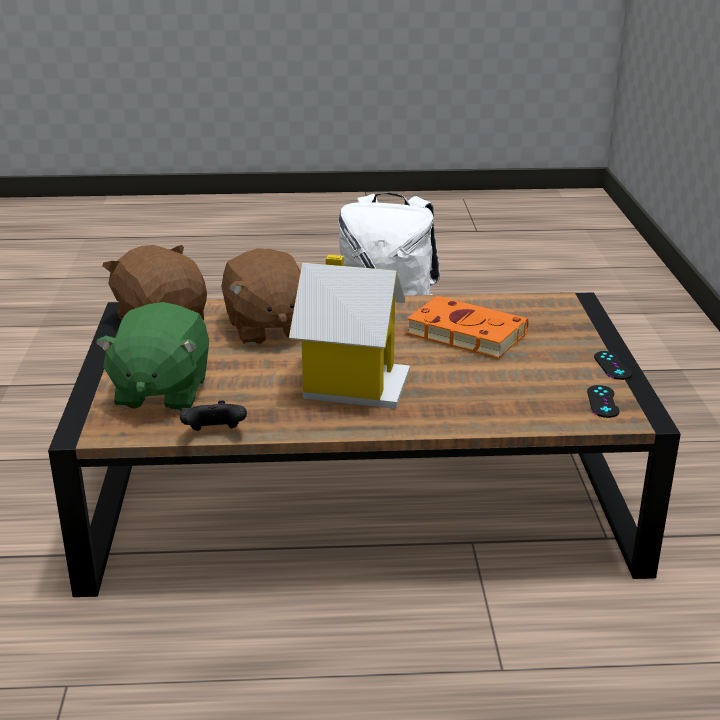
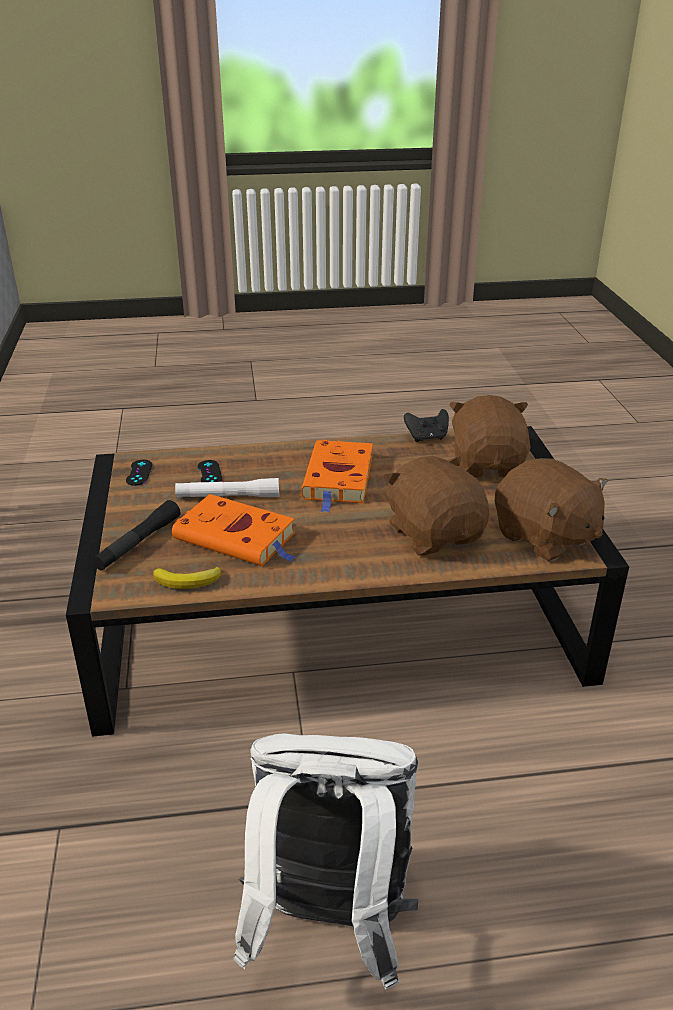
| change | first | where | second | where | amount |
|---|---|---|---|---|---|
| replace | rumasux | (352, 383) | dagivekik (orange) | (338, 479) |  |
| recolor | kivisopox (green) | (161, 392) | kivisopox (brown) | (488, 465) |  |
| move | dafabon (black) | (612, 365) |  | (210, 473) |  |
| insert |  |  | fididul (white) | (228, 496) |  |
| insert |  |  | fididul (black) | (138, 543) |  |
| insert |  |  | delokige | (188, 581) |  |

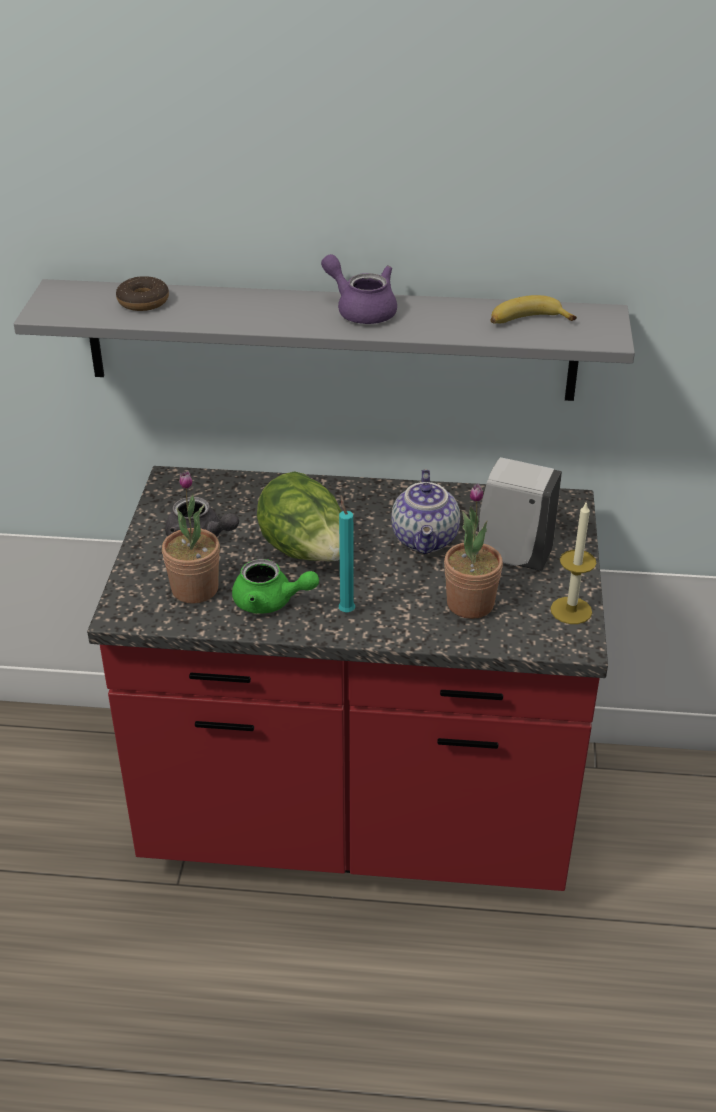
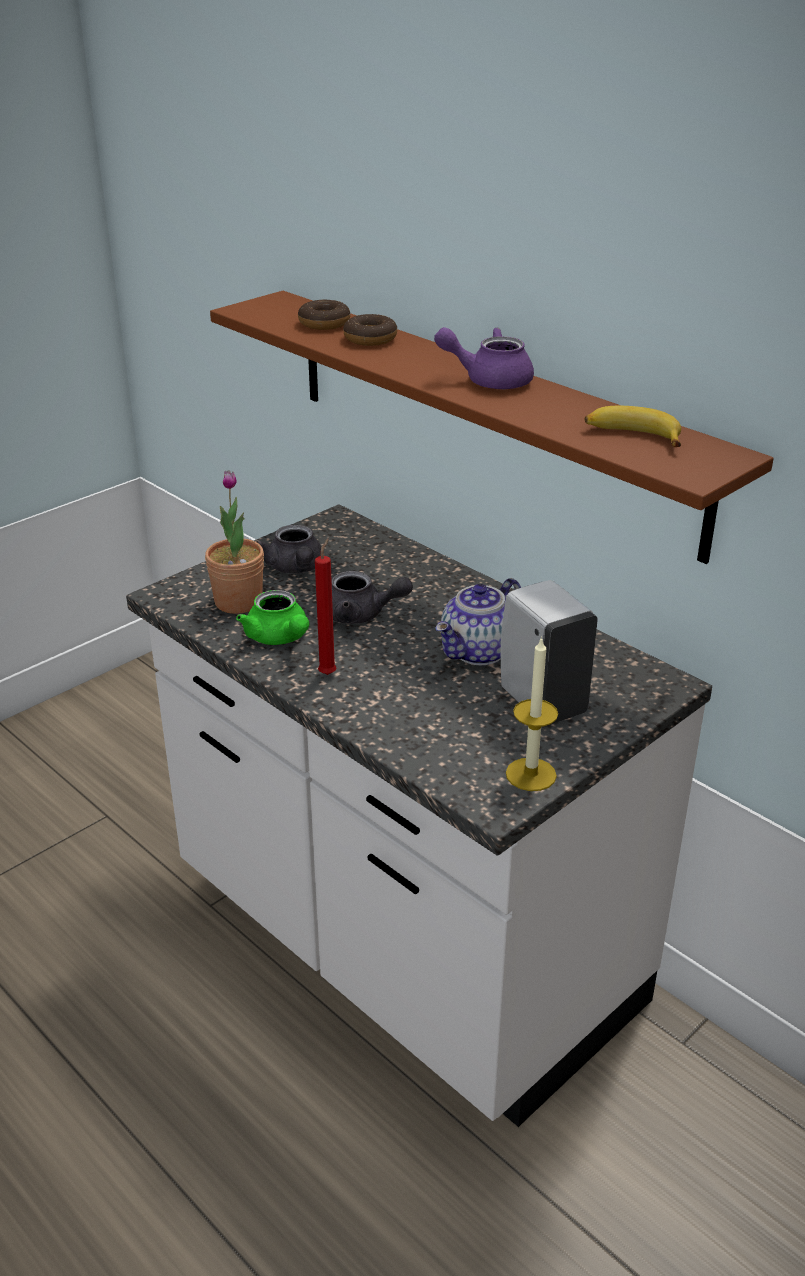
| change | first | where | second | where | amount |
|---|---|---|---|---|---|
| rotate | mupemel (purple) | (361, 310) |  | (489, 380) | 75 degrees counterclockwise |
| recolor | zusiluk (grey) | (330, 340) | zusiluk (brown) | (487, 416) |  |
| recolor | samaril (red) | (358, 819) | samaril (white) | (402, 945) |  |
| replace | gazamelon | (305, 552) | mupemel (grey) | (361, 615) |  |
| delete | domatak | (470, 604) |  |  |  |
| recolor | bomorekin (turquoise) | (346, 610) | bomorekin (red) | (329, 673) |  |
| insert |  |  | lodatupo | (370, 339) |  |

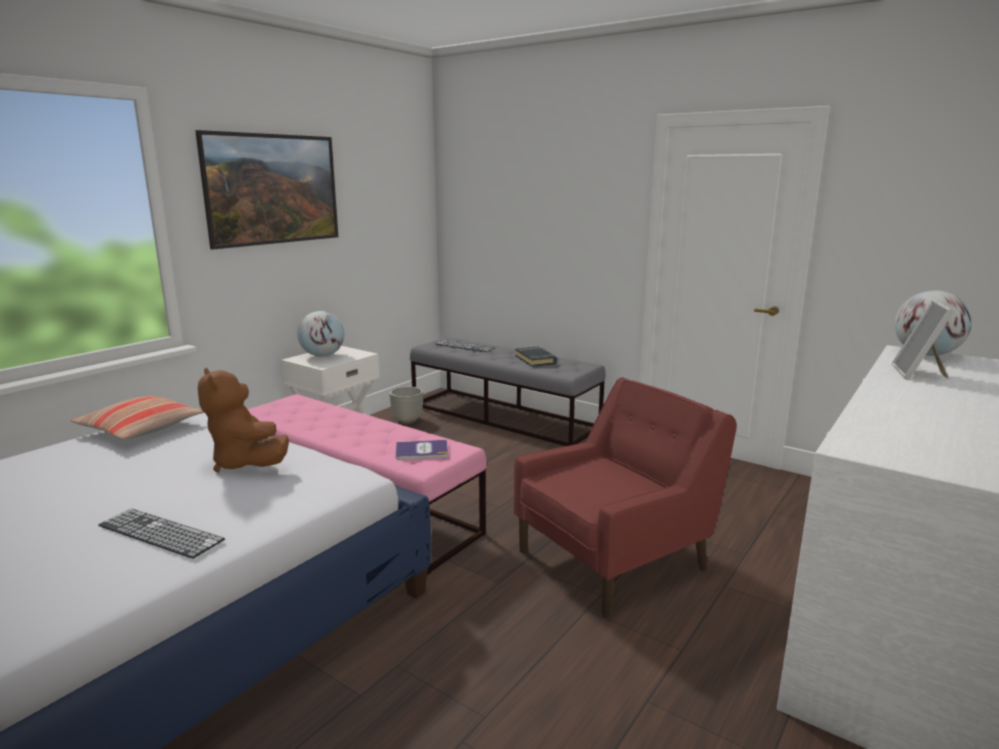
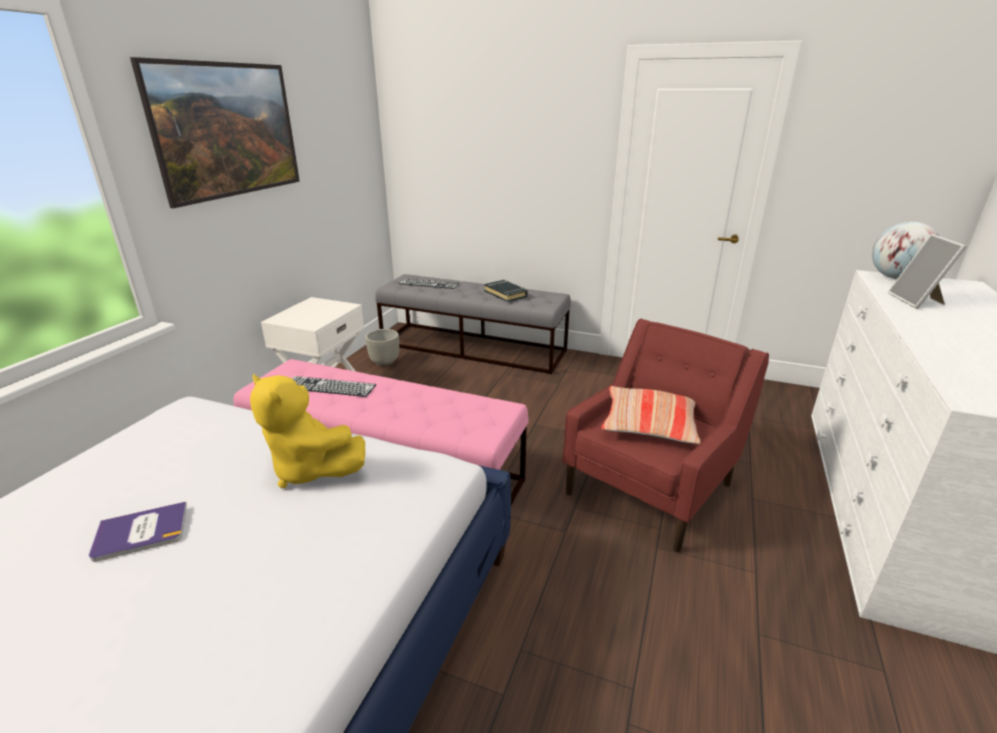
| change | first | where | second | where | amount |
|---|---|---|---|---|---|
| delete | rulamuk | (322, 356) |  |  |  |
| recolor | kivisopox (brown) | (247, 463) | kivisopox (yellow) | (311, 469) |  |
| move | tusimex | (141, 429) |  | (649, 424) |  |
| move | dagivekik | (421, 451) |  | (141, 532) |  |
| move | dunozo | (160, 533) |  | (329, 387) |  |

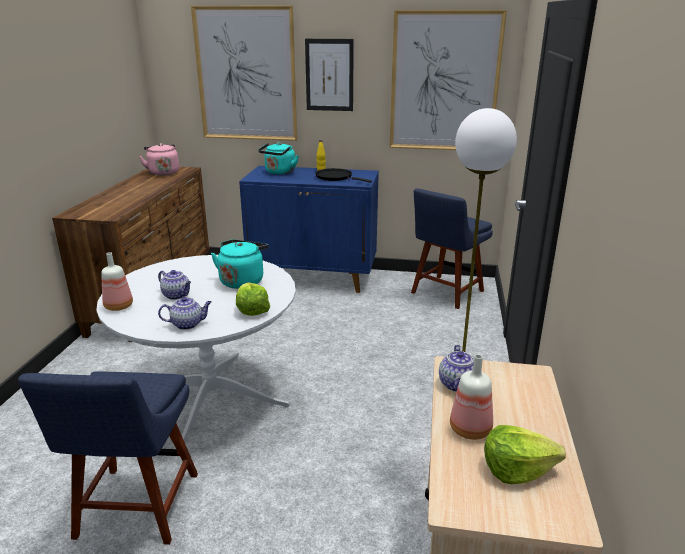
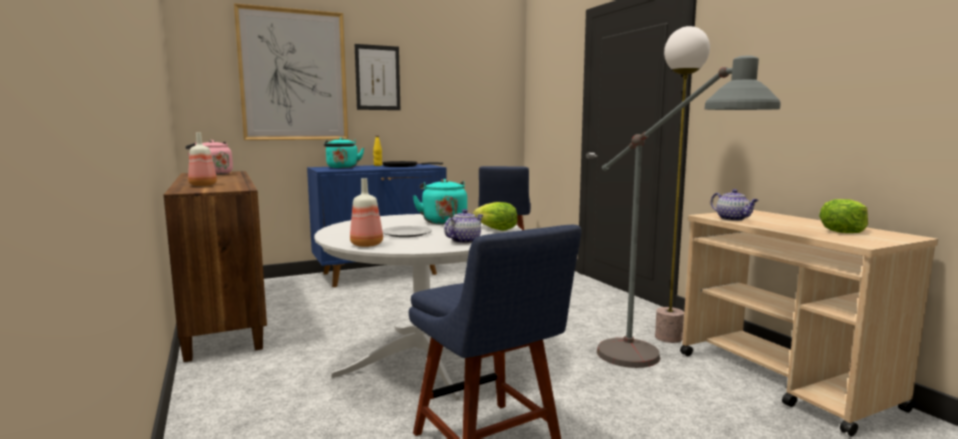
| change | first | where | second | where | amount |
|---|---|---|---|---|---|
| delete | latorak | (444, 82) |  |  |  |
| replace | mupemel | (177, 295) | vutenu | (407, 233) |  |
| move | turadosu | (471, 430) |  | (204, 185) |  |
| insert |  |  | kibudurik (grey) | (659, 372) |  |

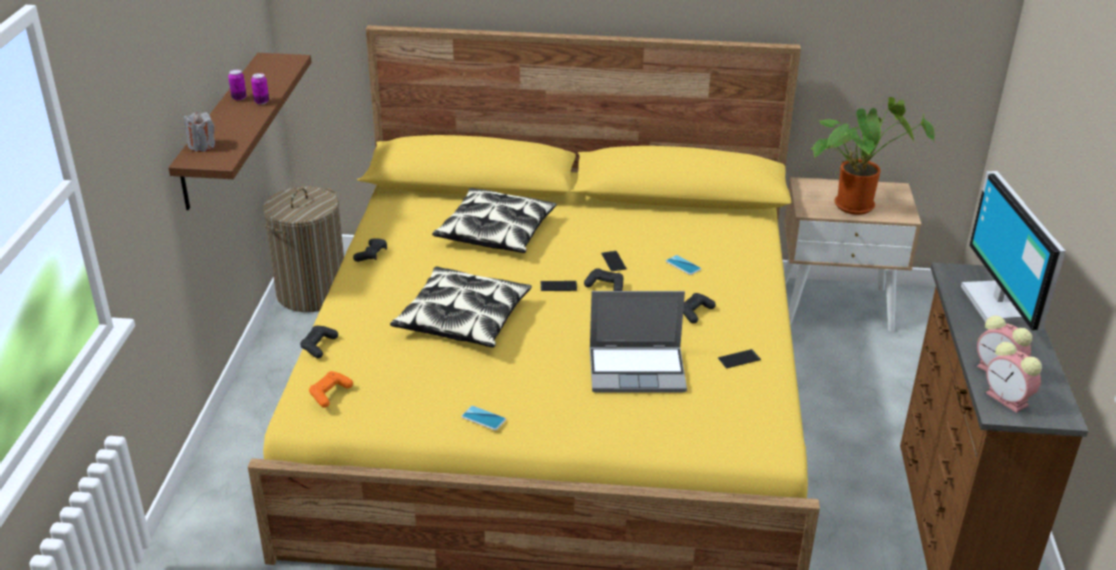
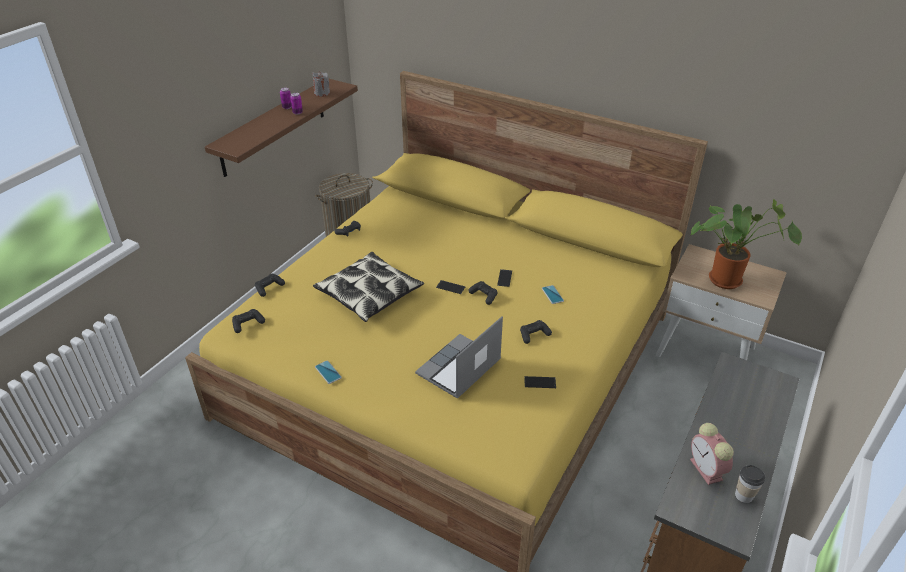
| change | first | where | second | where | amount |
|---|---|---|---|---|---|
| move | bomorekin (grey) | (202, 146) |  | (322, 93) |  |
| delete | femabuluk | (1000, 303) |  |  |  |
| delete | tusimex | (496, 232) |  |  |  |
| rotate | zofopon | (638, 370) |  | (459, 368) | 105 degrees clockwise |
| delete | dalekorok | (1008, 400) |  |  |  |
| recolor | dafabon (orange) | (330, 393) | dafabon (black) | (248, 324) |  |
| insert |  |  | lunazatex | (744, 495) |  |

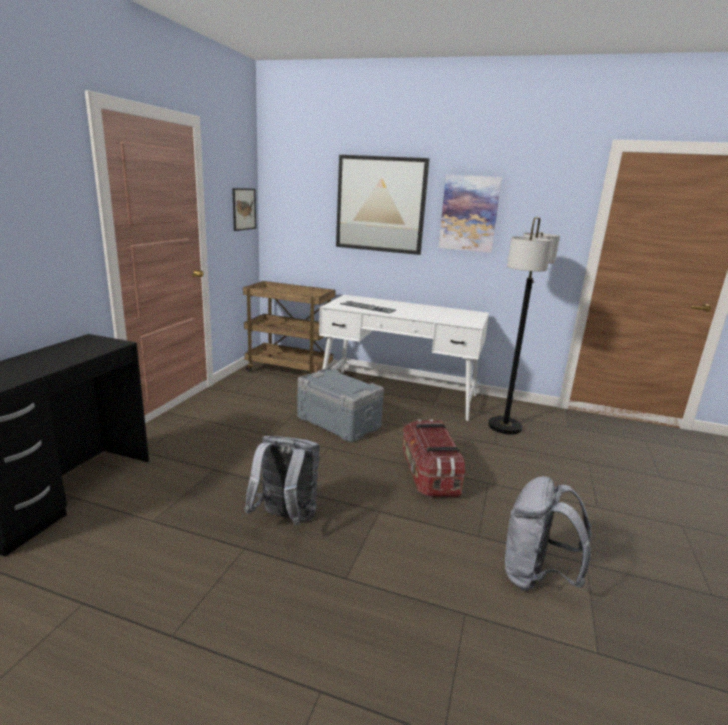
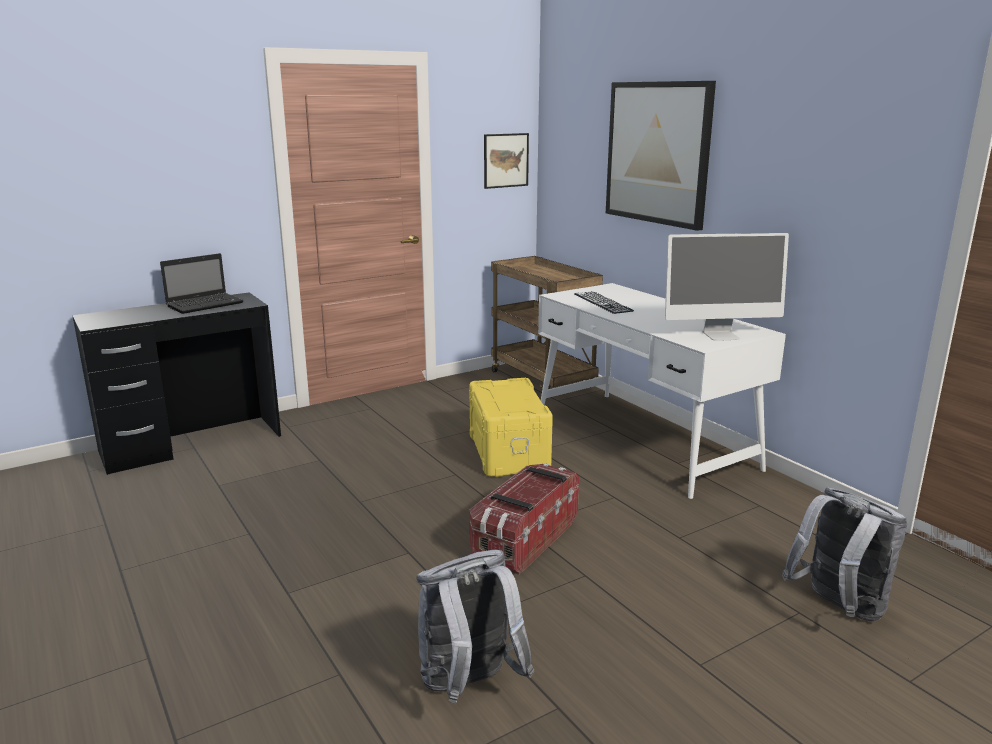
| change | first | where | second | where | amount |
|---|---|---|---|---|---|
| delete | latorak | (469, 213) |  |  |  |
| delete | kibudurik | (505, 426) |  |  |  |
| recolor | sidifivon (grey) | (339, 422) | sidifivon (yellow) | (509, 452) |  |
| move | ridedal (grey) | (285, 519) |  | (837, 609) |  |
| insert |  |  | femabuluk | (720, 335) |  |
| insert |  |  | zofopon | (206, 304) |  |

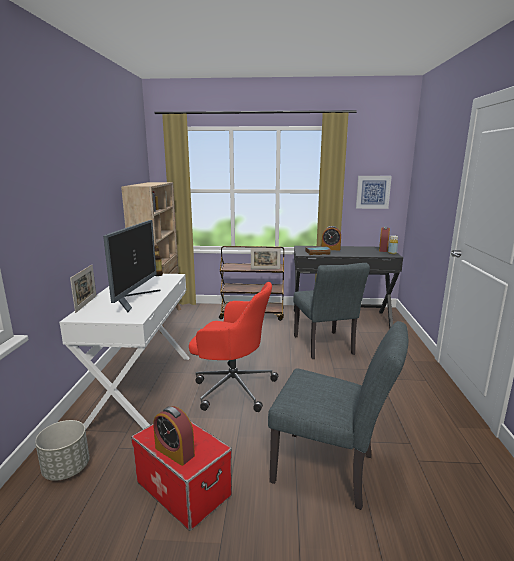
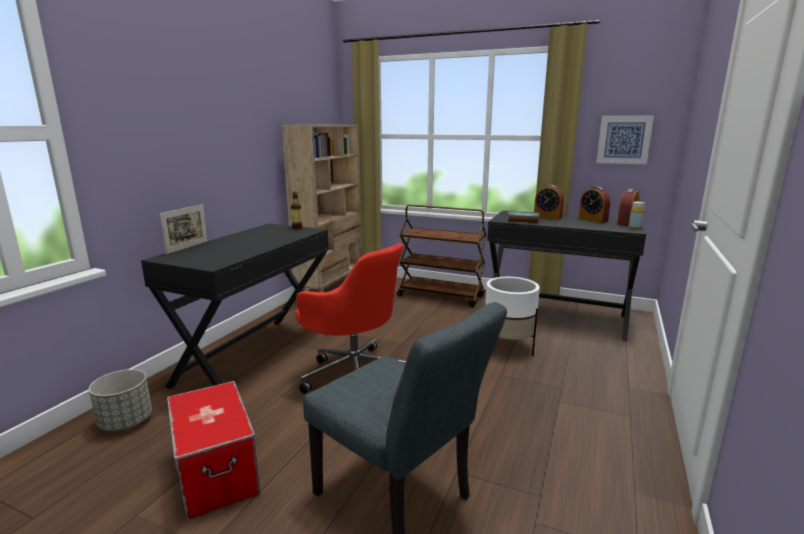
| change | first | where | second | where | amount |
|---|---|---|---|---|---|
| delete | femabuluk | (134, 299) |  |  |  |
| delete | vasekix | (265, 269) |  |  |  |
| replace | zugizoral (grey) | (325, 347) | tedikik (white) | (508, 348) |  |
| recolor | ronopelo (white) | (141, 388) | ronopelo (black) | (256, 357) |  |
| move | dalekorok | (174, 452) |  | (593, 220) |  |

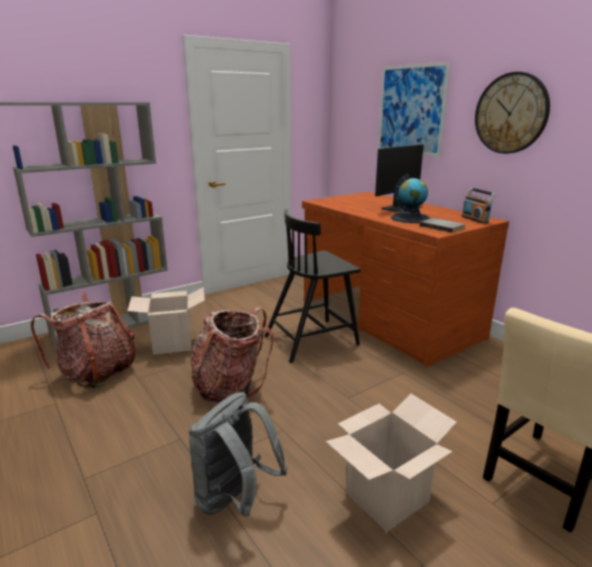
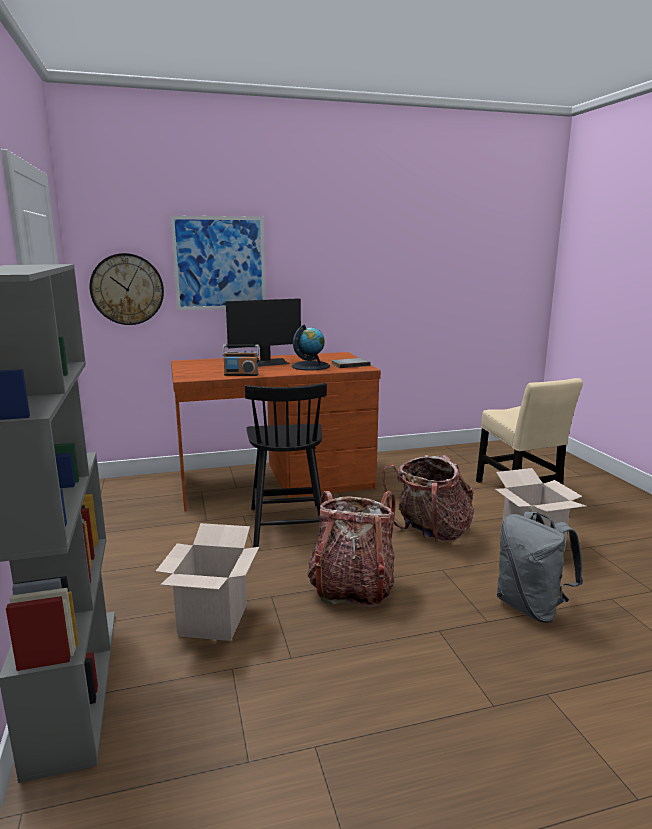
| change | first | where | second | where | amount |
|---|---|---|---|---|---|
| move | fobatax | (511, 113) |  | (127, 289) |  |
| rotate | femabuluk | (401, 208) |  | (267, 363) | 90 degrees clockwise |
| move | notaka | (475, 219) |  | (241, 374) |  |
| move | ridedal | (96, 372) |  | (430, 532) |  |

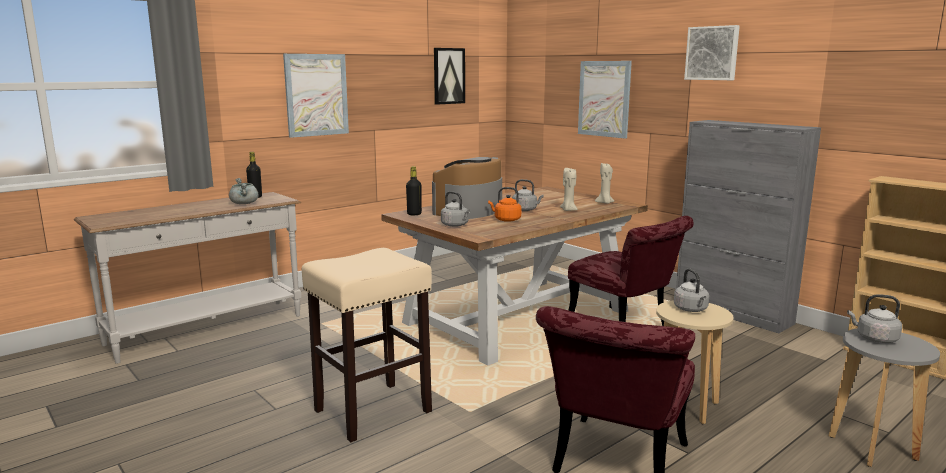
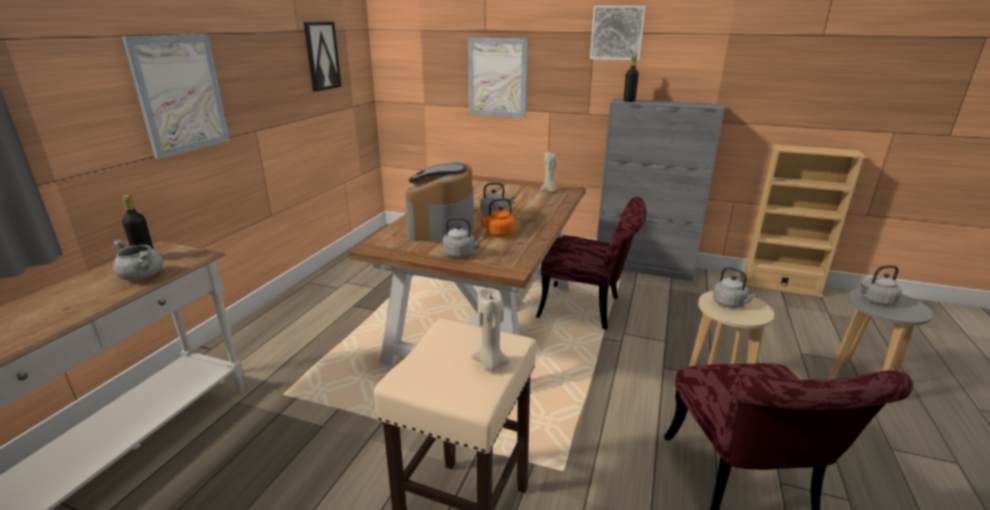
| change | first | where | second | where | amount |
|---|---|---|---|---|---|
| move | turadosu (black) | (414, 214) |  | (629, 101) |  |
| move | bomorekin (beige) | (568, 210) |  | (490, 364) |  |

